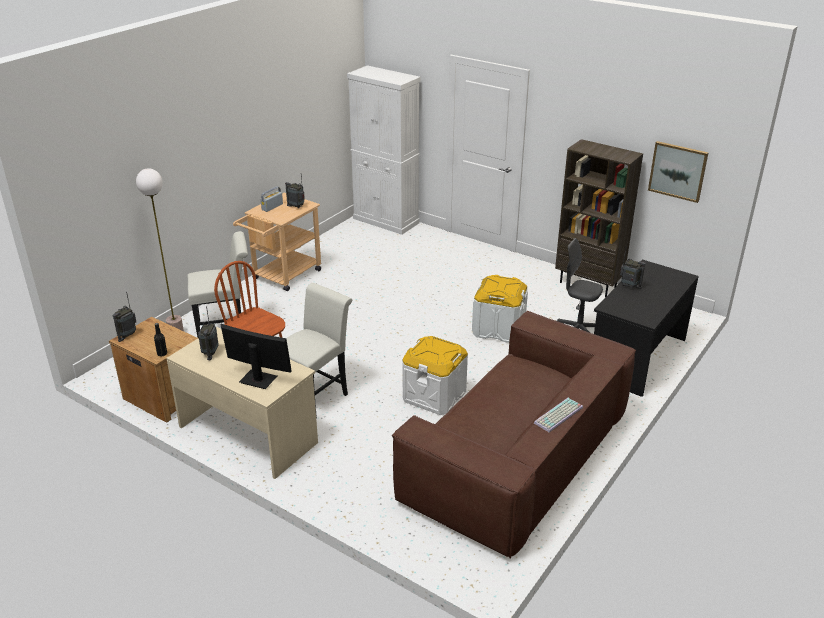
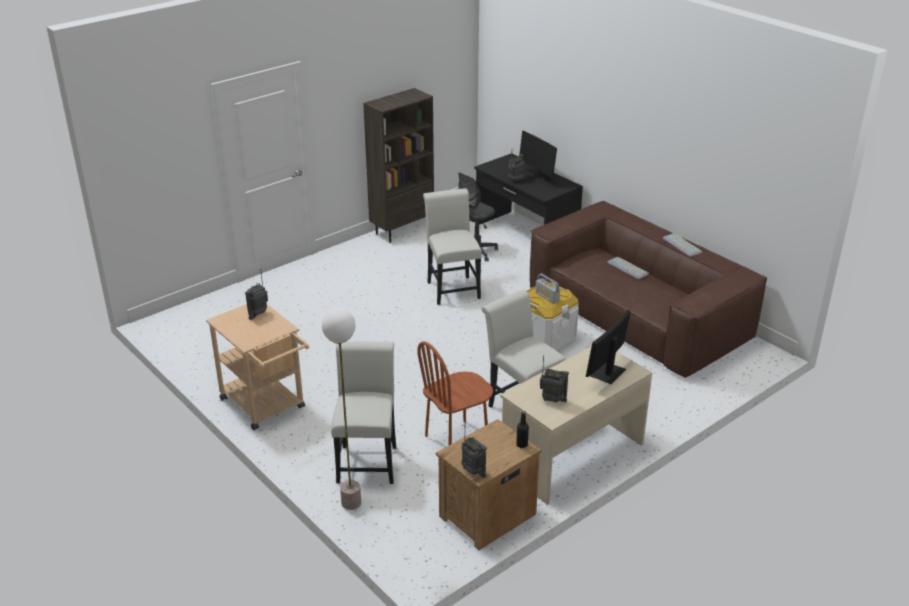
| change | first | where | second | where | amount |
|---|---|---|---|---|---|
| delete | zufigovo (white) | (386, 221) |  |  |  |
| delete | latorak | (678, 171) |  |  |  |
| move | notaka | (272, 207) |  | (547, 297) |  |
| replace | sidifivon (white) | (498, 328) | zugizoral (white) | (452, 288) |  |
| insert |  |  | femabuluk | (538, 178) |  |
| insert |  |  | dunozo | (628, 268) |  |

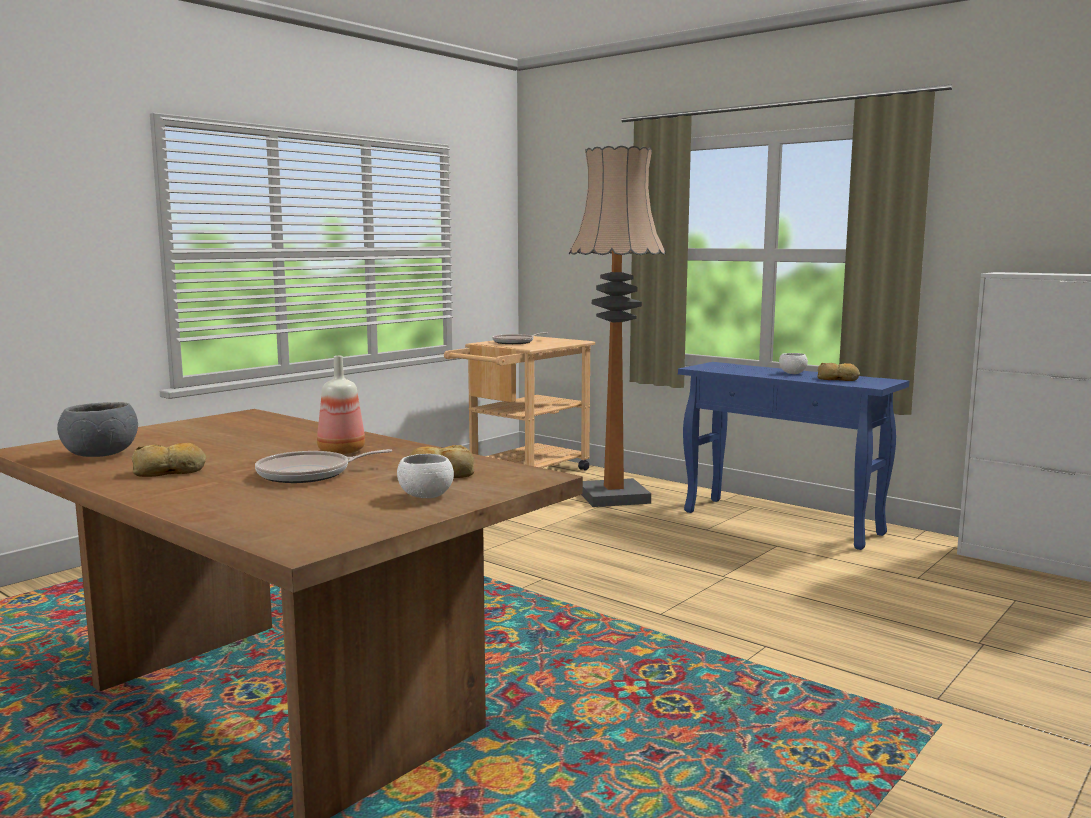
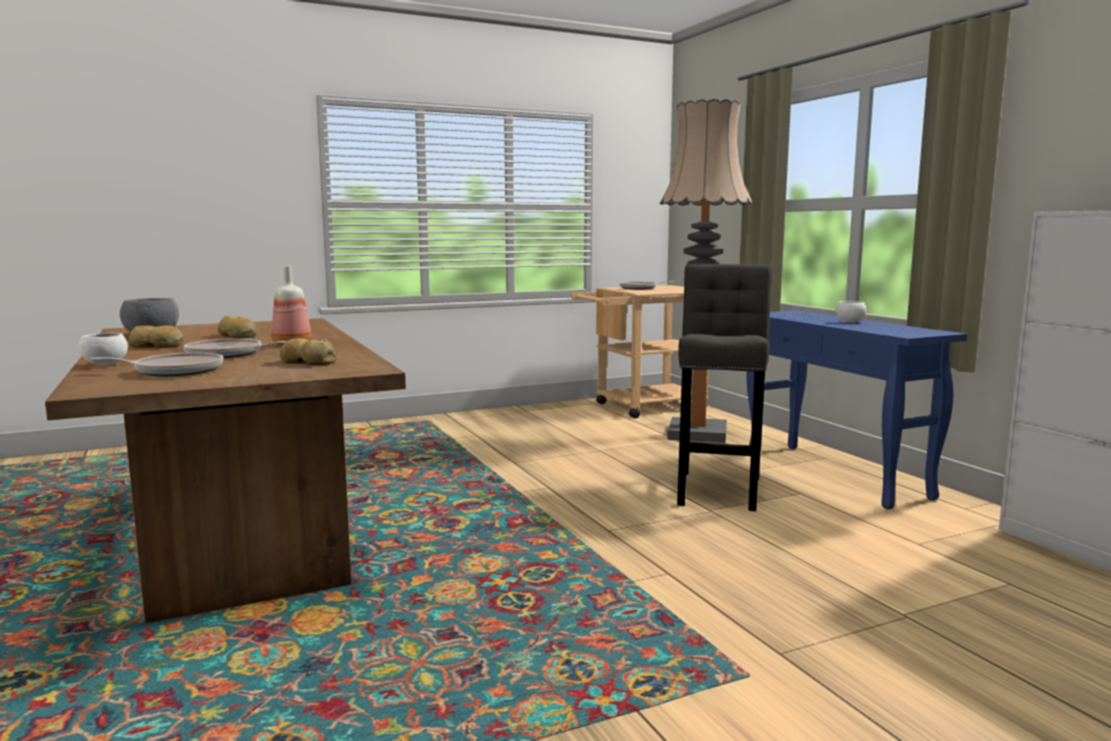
| change | first | where | second | where | amount |
|---|---|---|---|---|---|
| move | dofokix | (838, 379) |  | (237, 336) |  |
| move | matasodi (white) | (426, 496) |  | (105, 364) |  |
| insert |  |  | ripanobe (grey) | (718, 488) |  |
| insert |  |  | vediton | (174, 371) |  |

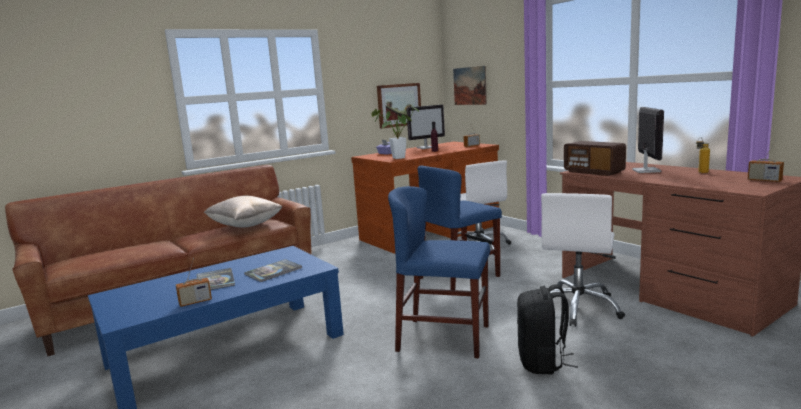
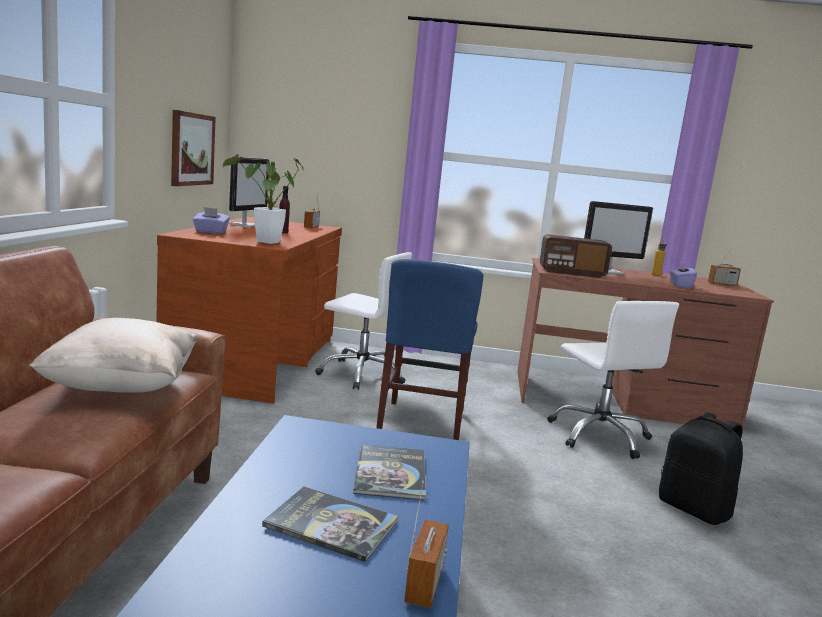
| change | first | where | second | where | amount |
|---|---|---|---|---|---|
| delete | latorak | (469, 86) |  |  |  |
| rotate | femabuluk | (646, 171) |  | (608, 272) | 120 degrees clockwise |
| delete | zugizoral (blue) | (444, 338) |  |  |  |
| insert |  |  | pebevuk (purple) | (680, 285) |  |

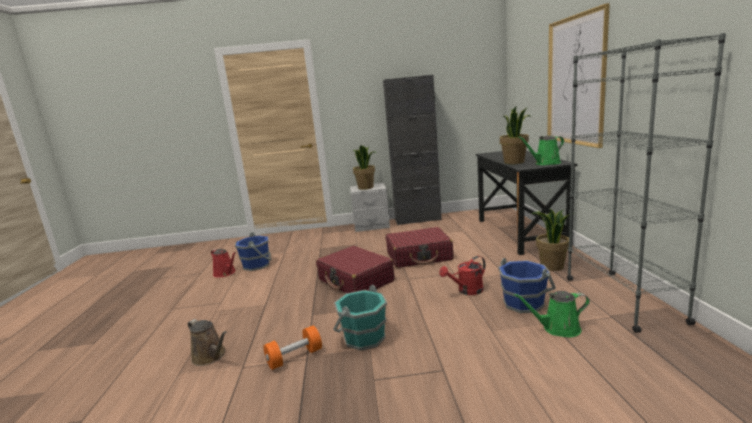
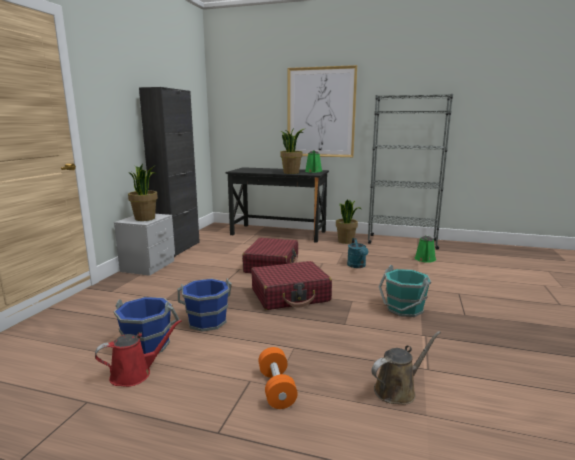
| change | first | where | second | where | amount |
|---|---|---|---|---|---|
| recolor | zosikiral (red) | (467, 291) | zosikiral (turquoise) | (357, 266) |  |
| move | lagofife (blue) | (523, 303) |  | (206, 321) |  |
| move | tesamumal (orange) | (295, 357) |  | (276, 388) |  |

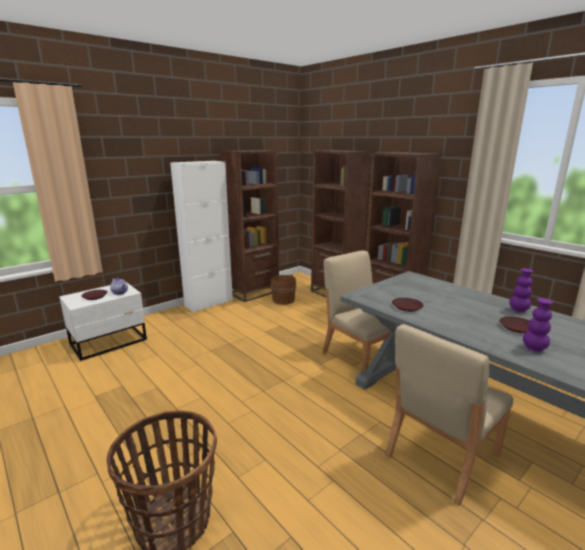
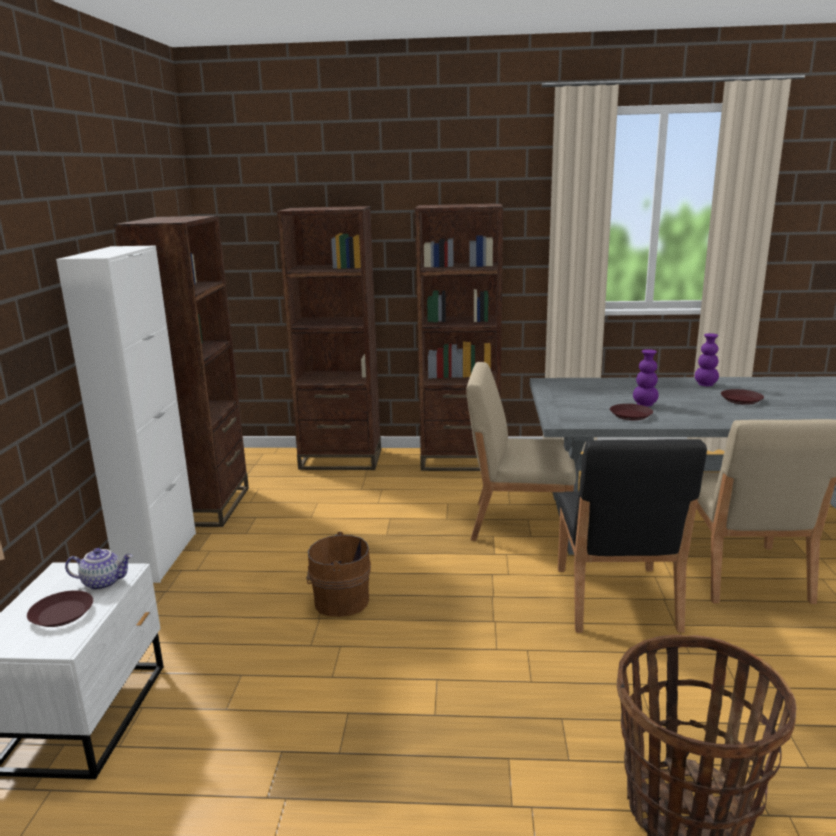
| change | first | where | second | where | amount |
|---|---|---|---|---|---|
| move | lagofife (brown) | (282, 300) |  | (339, 601) |  |
| move | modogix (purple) | (534, 348) |  | (644, 404) |  |
| insert |  |  | zugizoral (black) | (615, 599) |  |

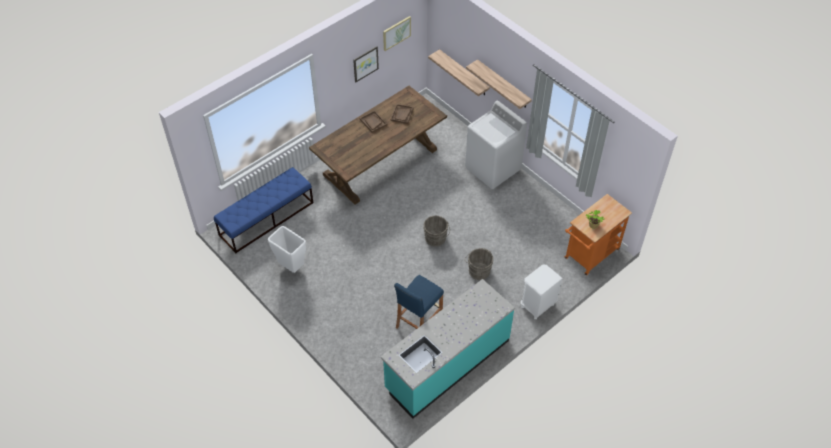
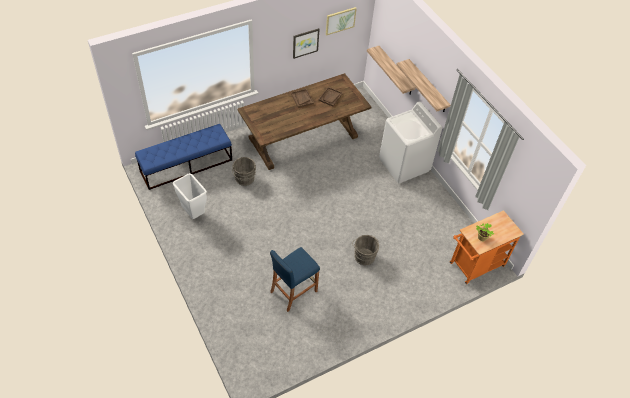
| change | first | where | second | where | amount |
|---|---|---|---|---|---|
| move | lagofife (grey) | (435, 239) |  | (244, 179) |  |
| delete | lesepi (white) | (537, 305) |  |  |  |
| delete | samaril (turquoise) | (447, 364) |  |  |  |

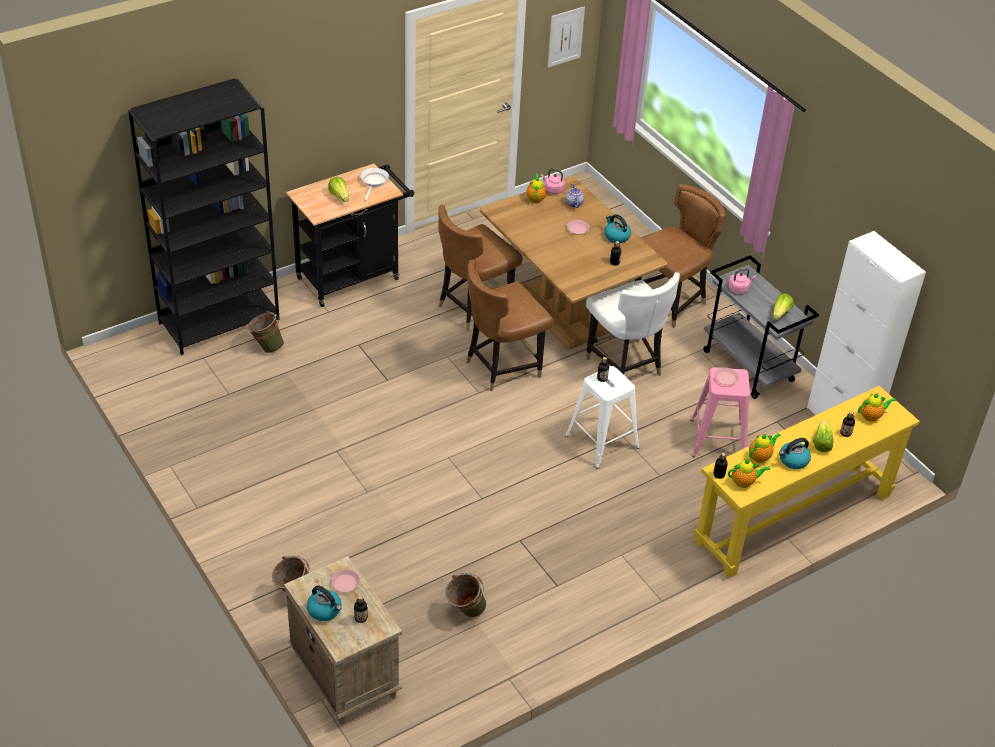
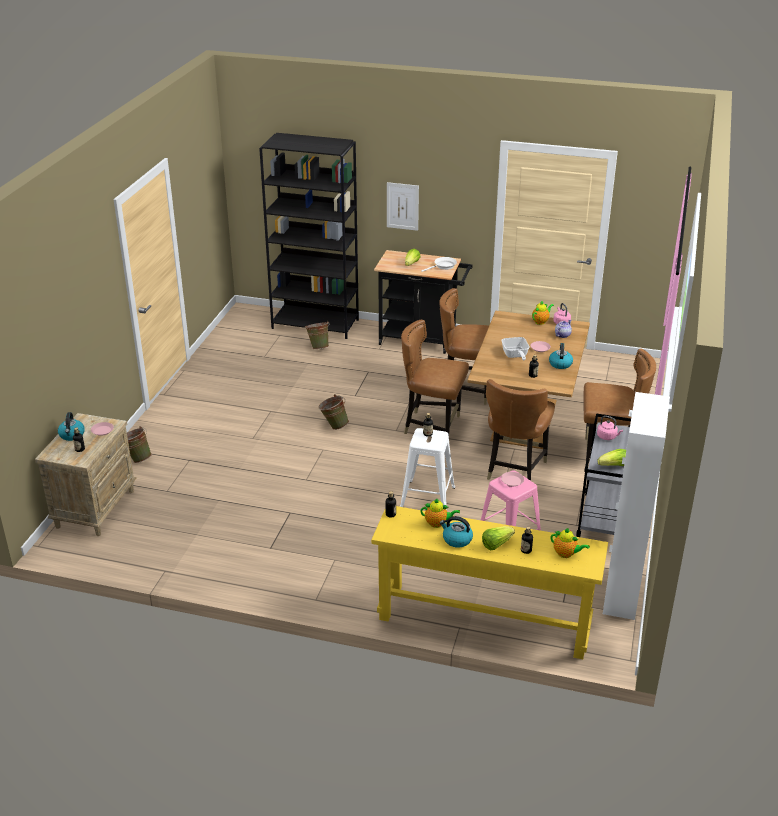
| change | first | where | second | where | amount |
|---|---|---|---|---|---|
| move | latorak | (565, 36) |  | (402, 206) |  |
| recolor | zugizoral (white) | (625, 365) | zugizoral (brown) | (514, 469) |  |
| delete | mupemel | (744, 482) |  |  |  |
| move | lagofife (green) | (465, 612) |  | (333, 426) |  |
| insert |  |  | vediton | (515, 355) |  |

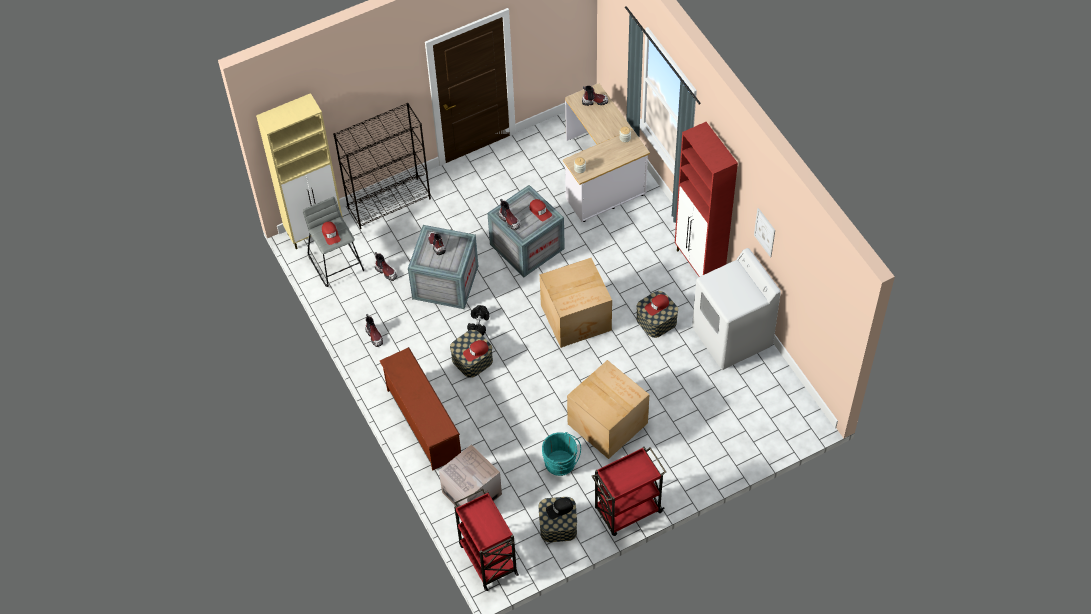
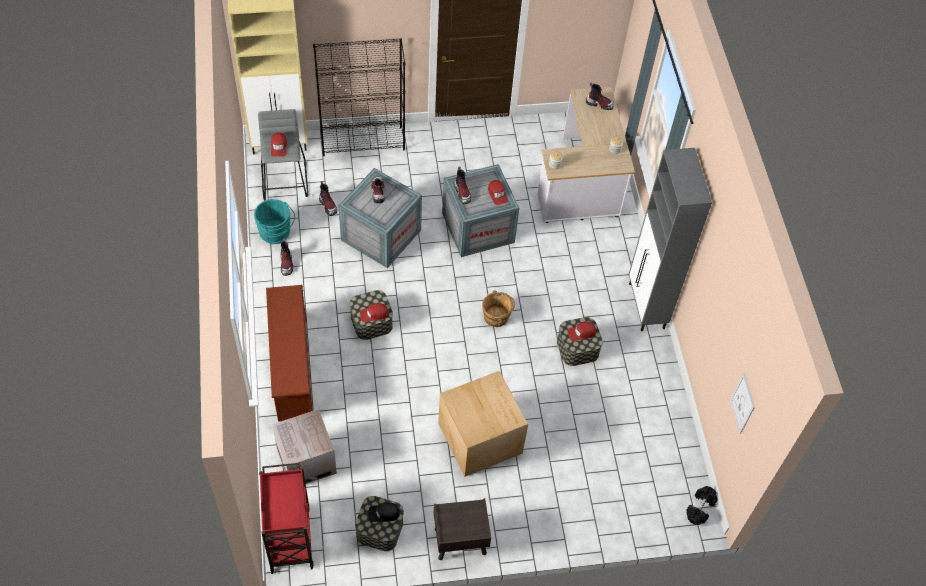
| change | first | where | second | where | amount |
|---|---|---|---|---|---|
| recolor | zufigovo (red) | (699, 265) | zufigovo (grey) | (646, 306) |  |
| move | latorak | (764, 232) |  | (742, 403) |  |
| delete | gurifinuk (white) | (732, 337) |  |  |  |
| replace | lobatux | (577, 318) | lagofife (brown) | (496, 316) |  |
| move | tesamumal (black) | (478, 325) |  | (700, 508) |  |
| move | lagofife (turquoise) | (561, 464) |  | (276, 233) |  |
| replace | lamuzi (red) | (627, 511) | lesepi (brown) | (459, 541) |  |

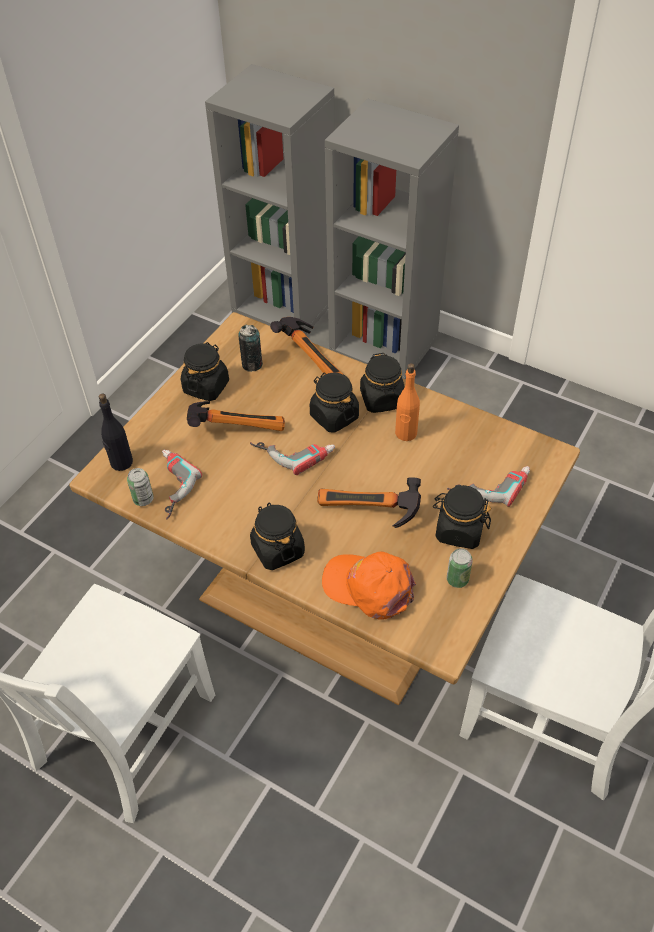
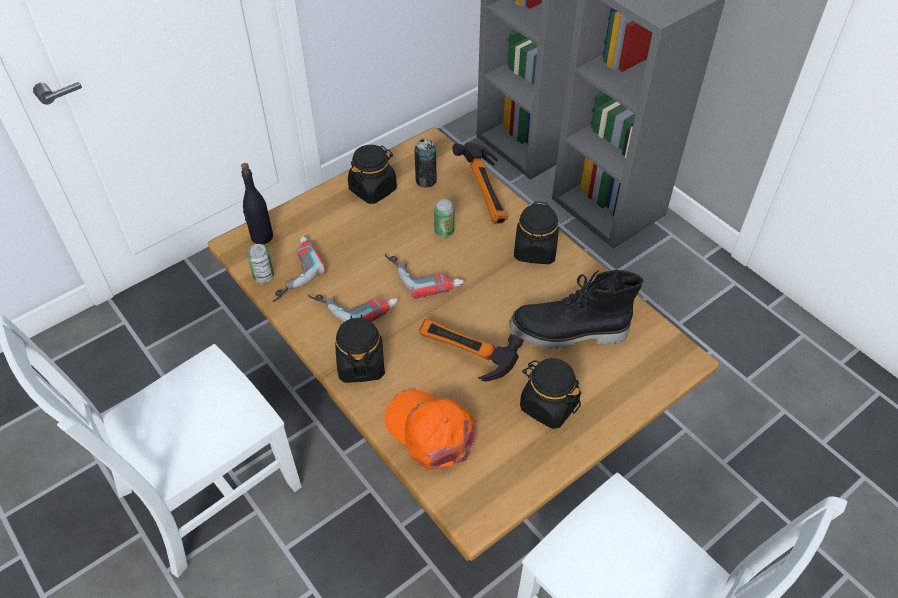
| change | first | where | second | where | amount |
|---|---|---|---|---|---|
| delete | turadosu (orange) | (406, 433) |  |  |  |
| delete | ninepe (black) | (334, 416) |  |  |  |
| delete | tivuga | (237, 426) |  |  |  |
| move | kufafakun | (489, 483) |  | (354, 303) |  |
| move | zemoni | (457, 579) |  | (444, 231) |  |
| insert |  |  | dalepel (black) | (568, 333) |  |

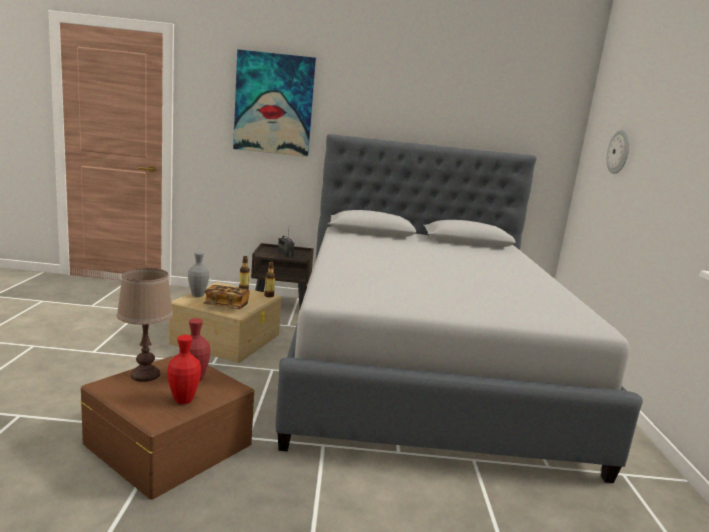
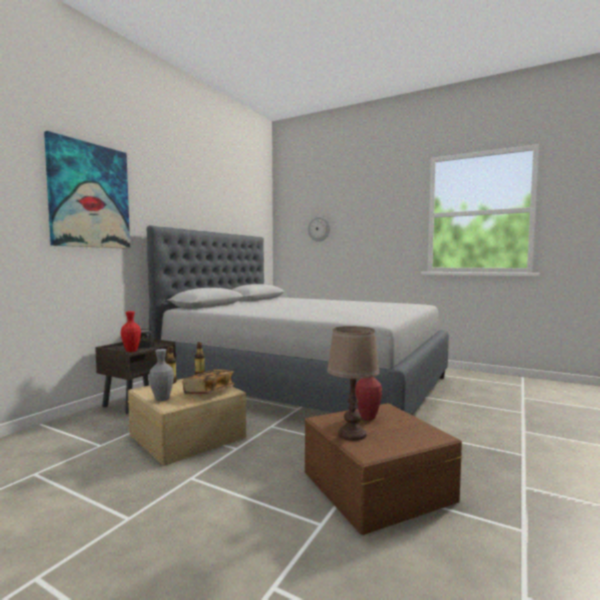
| change | first | where | second | where | amount |
|---|---|---|---|---|---|
| move | modogix (red) | (183, 400) |  | (131, 351) |  |

